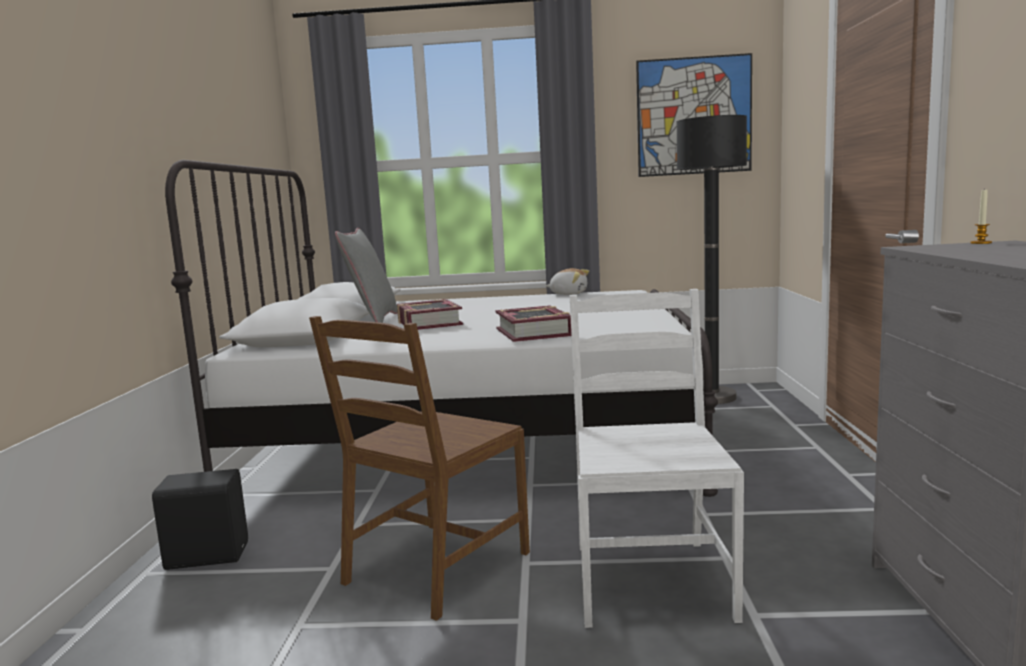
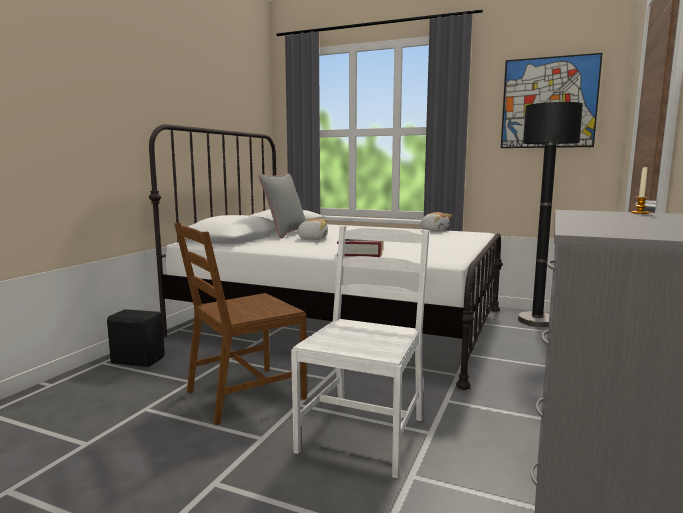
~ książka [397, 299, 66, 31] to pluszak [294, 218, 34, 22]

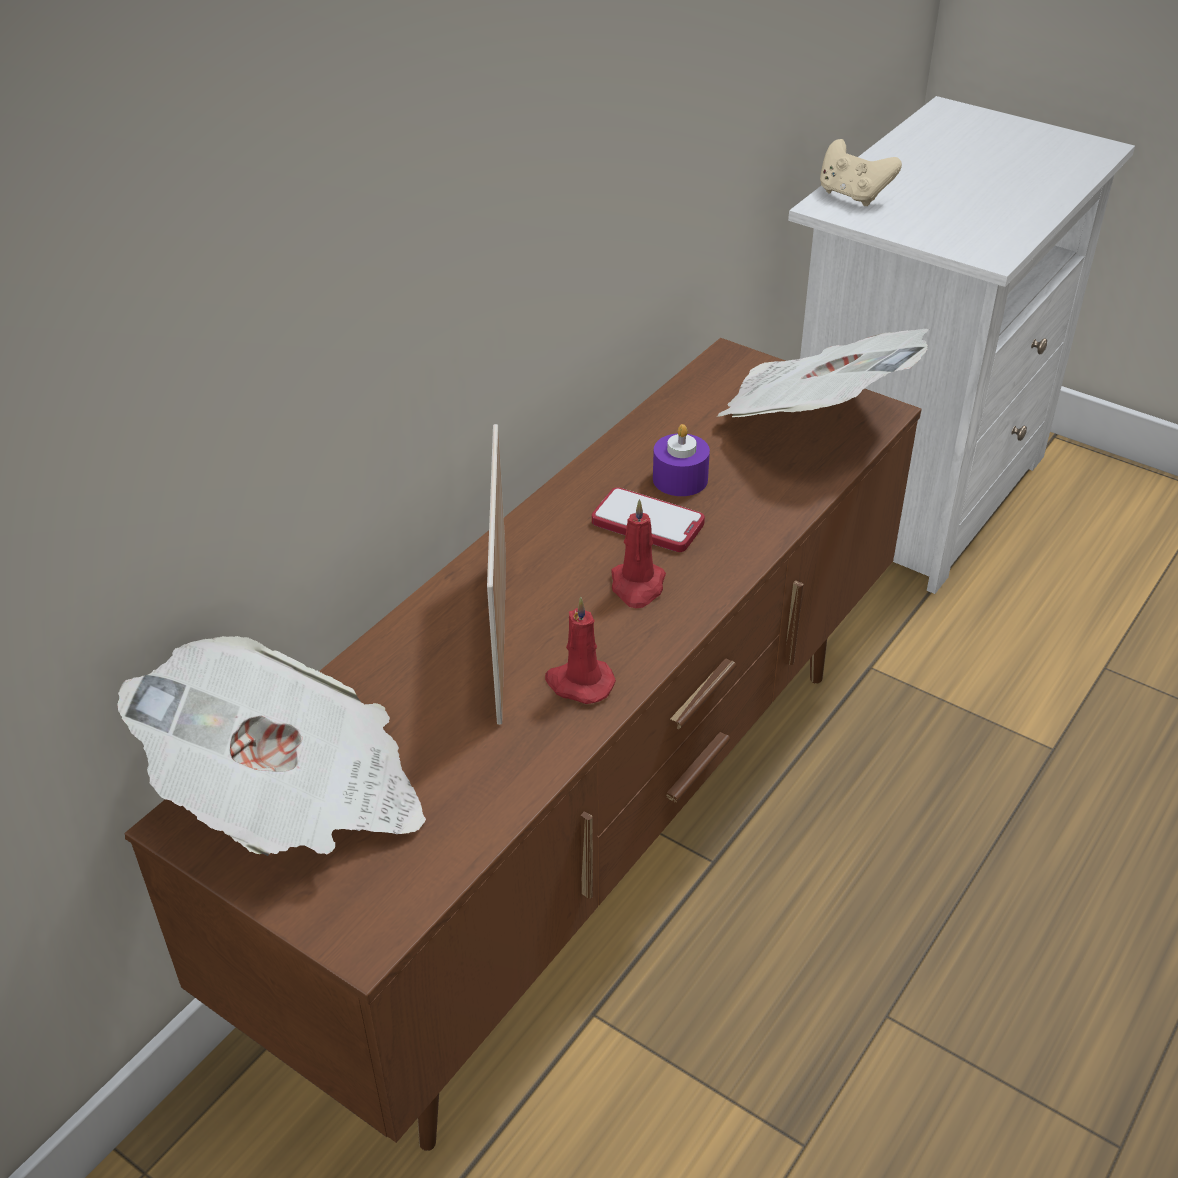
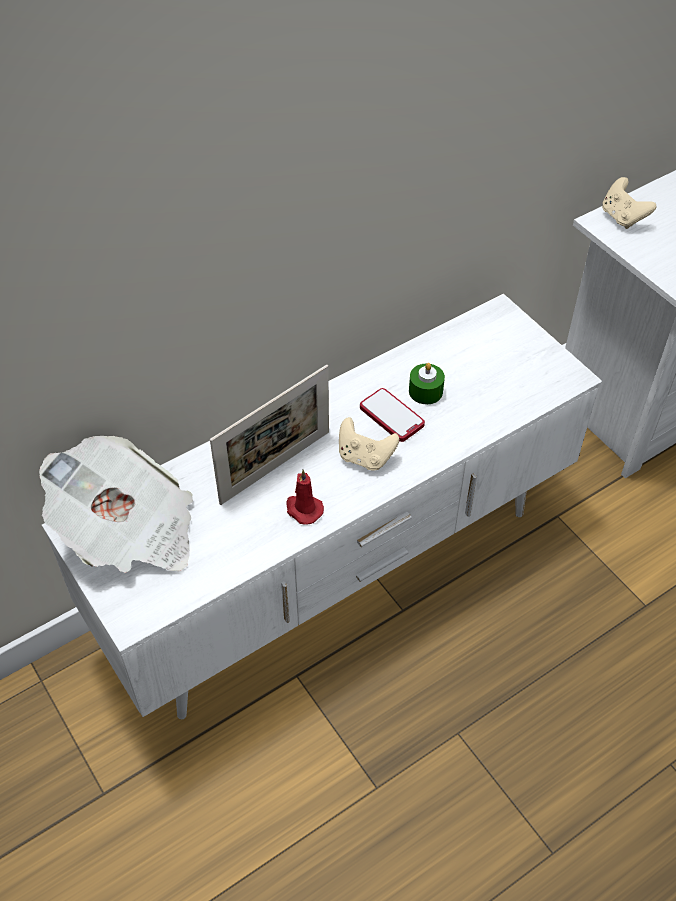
- gazeta [718, 329, 212, 88]
~ świeca/czerwony [611, 499, 55, 109] to pad do gier/beżowy [339, 417, 60, 53]
~ szafka pod telewizor/brązowy [124, 338, 798, 813] to szafka pod telewizor/biały [42, 293, 560, 426]
~ świeca/fioletowy [653, 424, 57, 72] to świeca/zielony [409, 363, 36, 41]
~ ramka na zdjęcie [487, 424, 19, 301] = [210, 365, 119, 140] 150 degrees counterclockwise

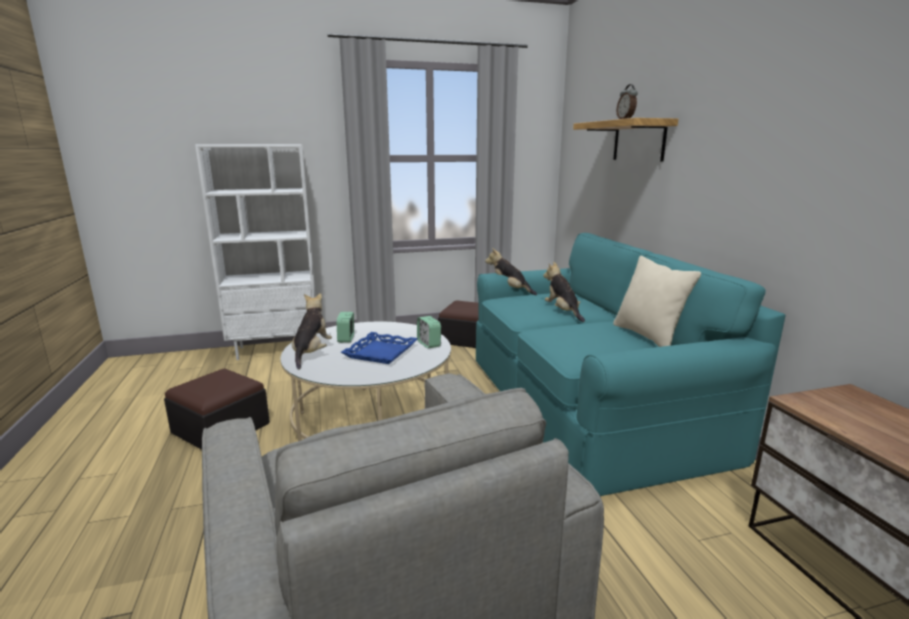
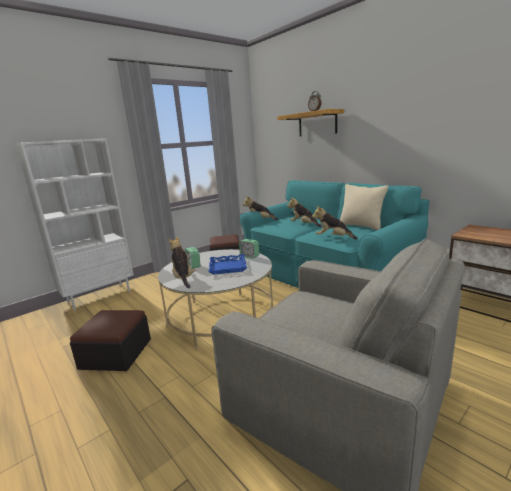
+ pluszak [312, 206, 46, 33]

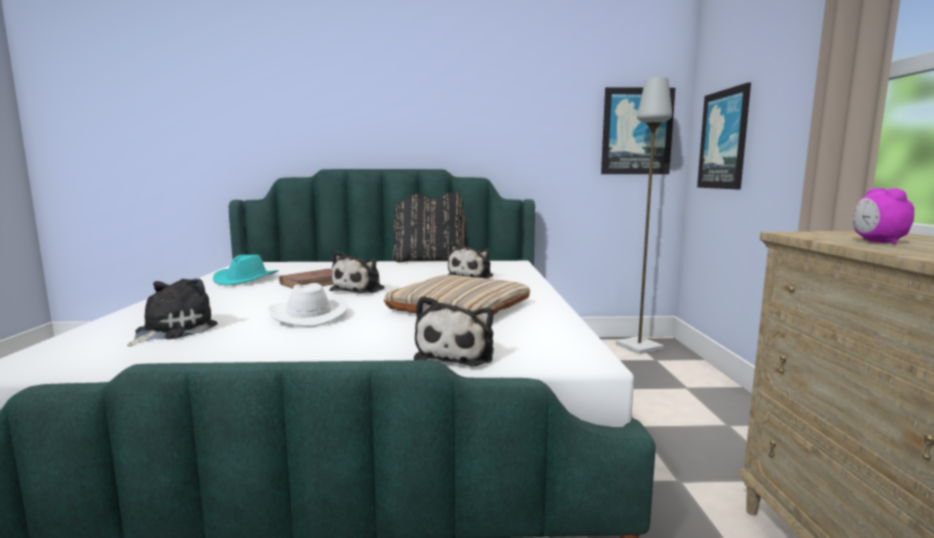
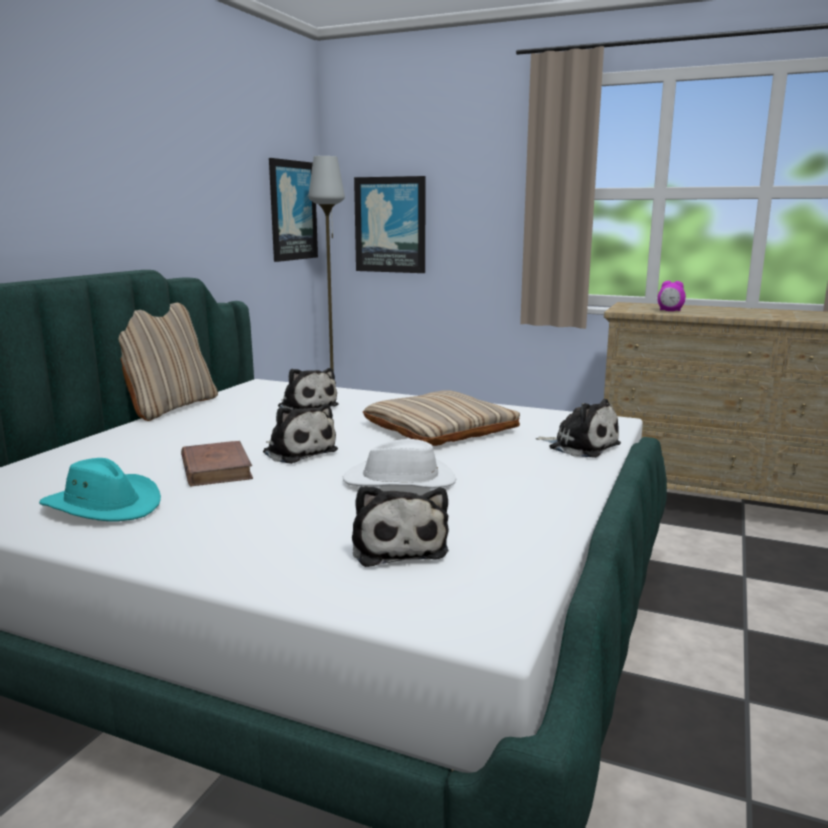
~ poduszka/czarny [393, 192, 72, 70] to poduszka/beżowy [119, 303, 99, 118]
~ pluszak [127, 278, 91, 68] = [352, 485, 97, 82] 150 degrees counterclockwise

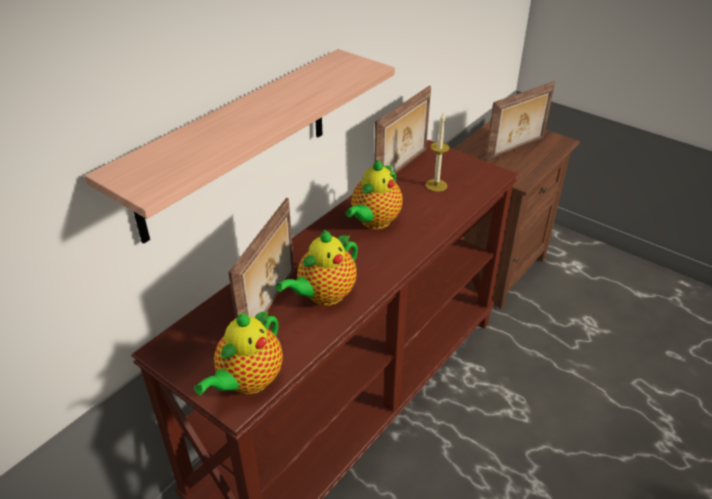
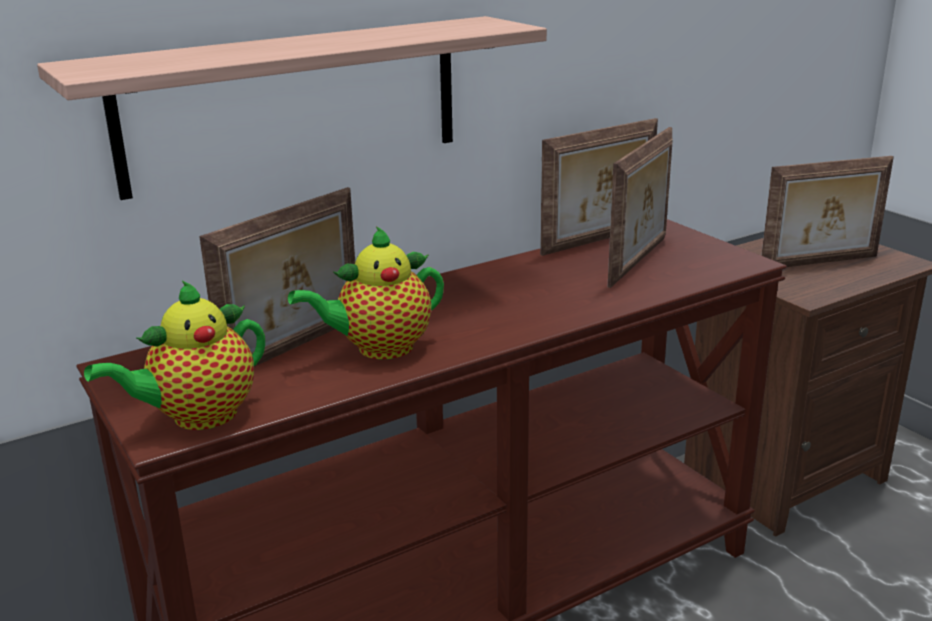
- imbryk [345, 160, 58, 69]
~ świeca [426, 113, 24, 79] to ramka na zdjęcie [608, 127, 65, 161]

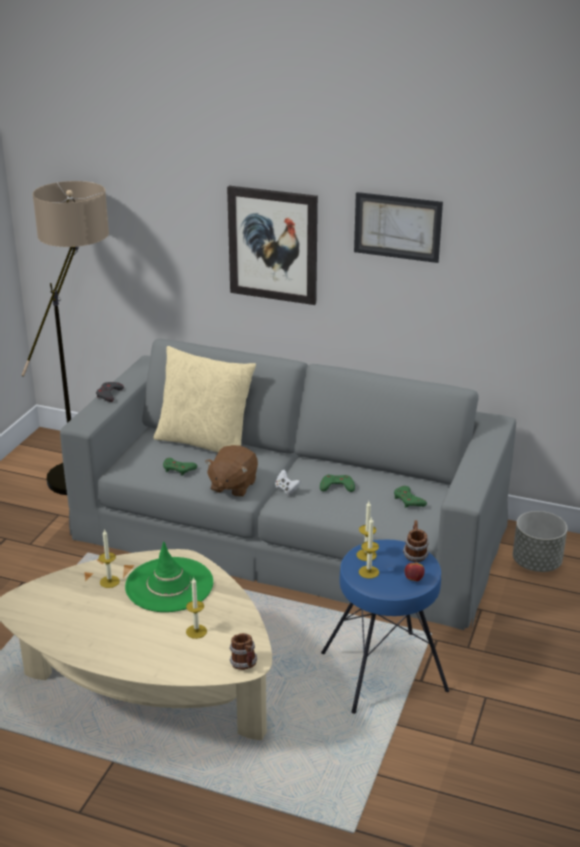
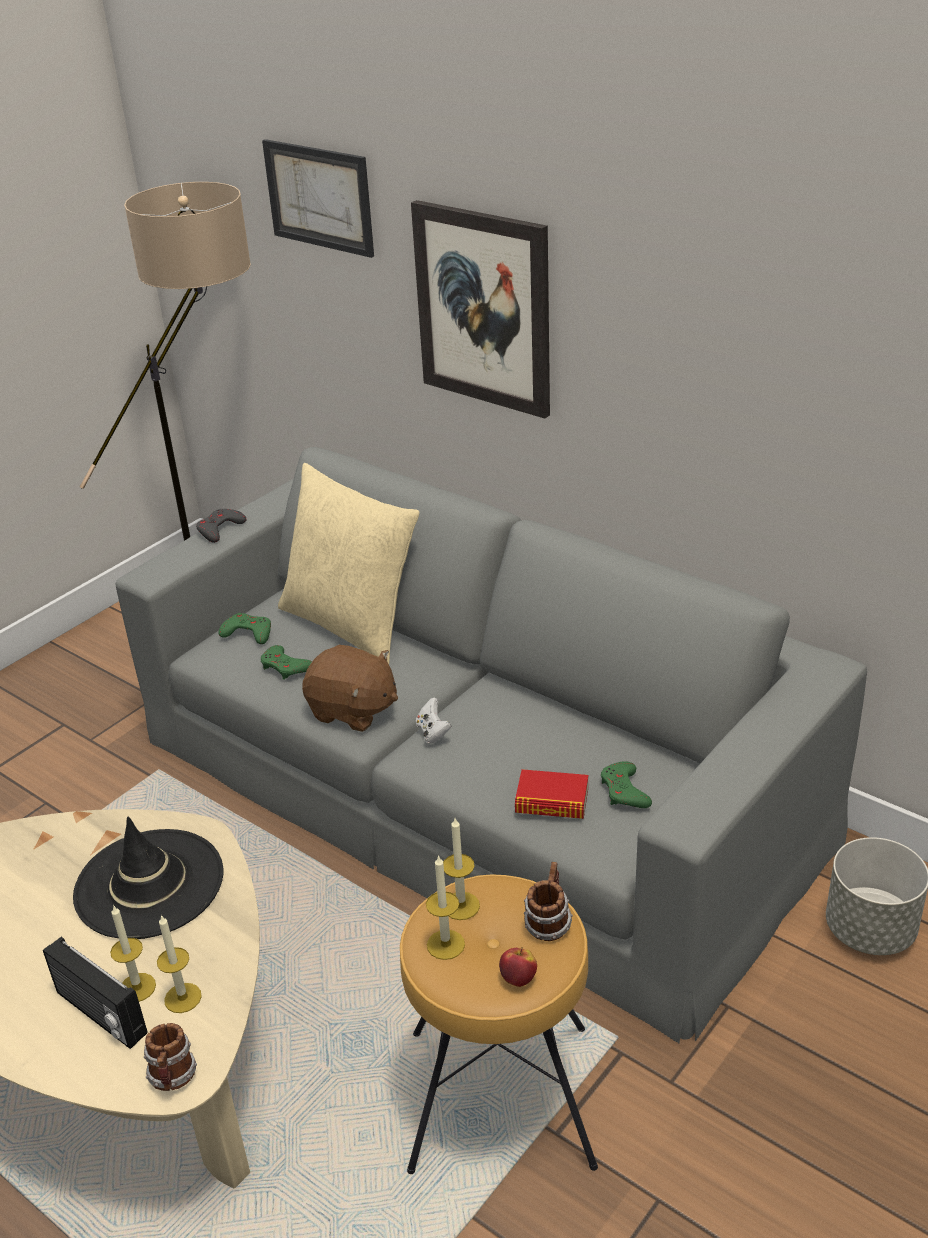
+ radio [43, 937, 105, 112]
+ książka [515, 769, 73, 50]
~ świeca [99, 529, 21, 59] to [157, 915, 45, 98]
~ pad do gier/zielony [320, 474, 35, 18] to [218, 613, 53, 31]
~ obraz [354, 192, 89, 71] to [262, 139, 112, 119]
~ kapelusz/zielony [125, 541, 88, 71] to kapelusz/czarny [73, 816, 150, 123]
~ stołek/niebieski [321, 539, 128, 175] to stołek/brązowy [400, 874, 198, 300]
~ pluszak/brązowy [205, 445, 53, 52] = [302, 645, 96, 87] 105 degrees counterclockwise

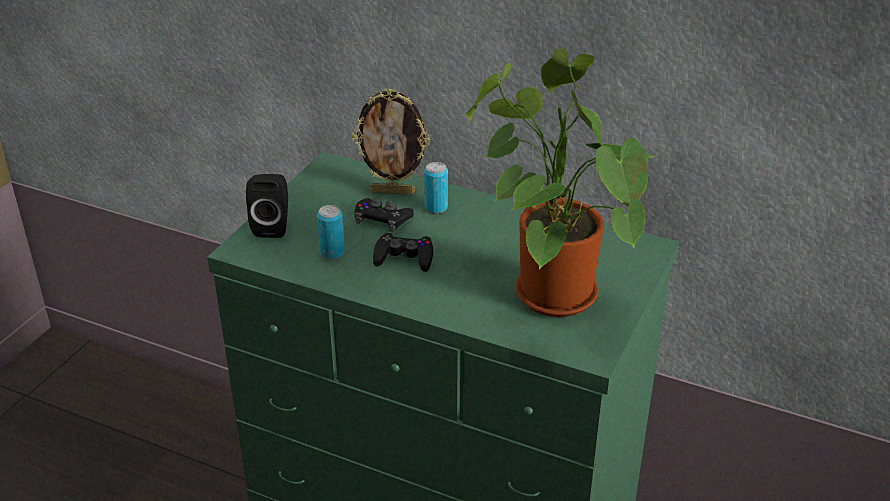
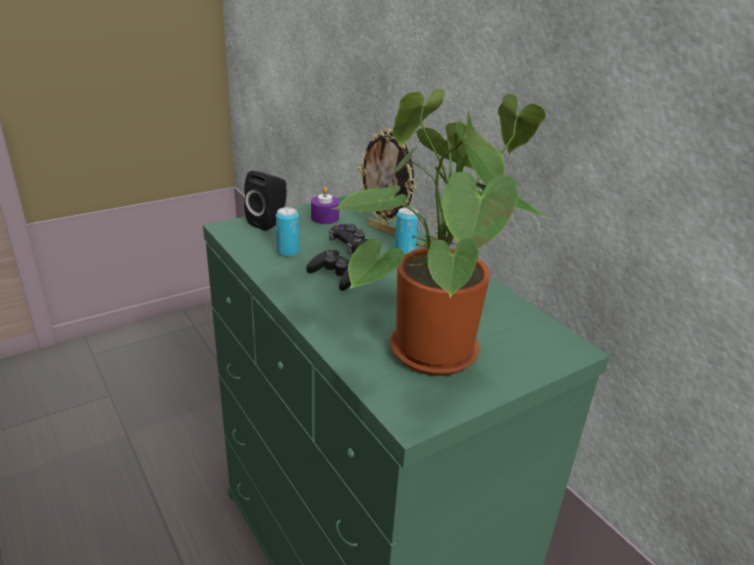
+ świeca/fioletowy [311, 186, 28, 38]

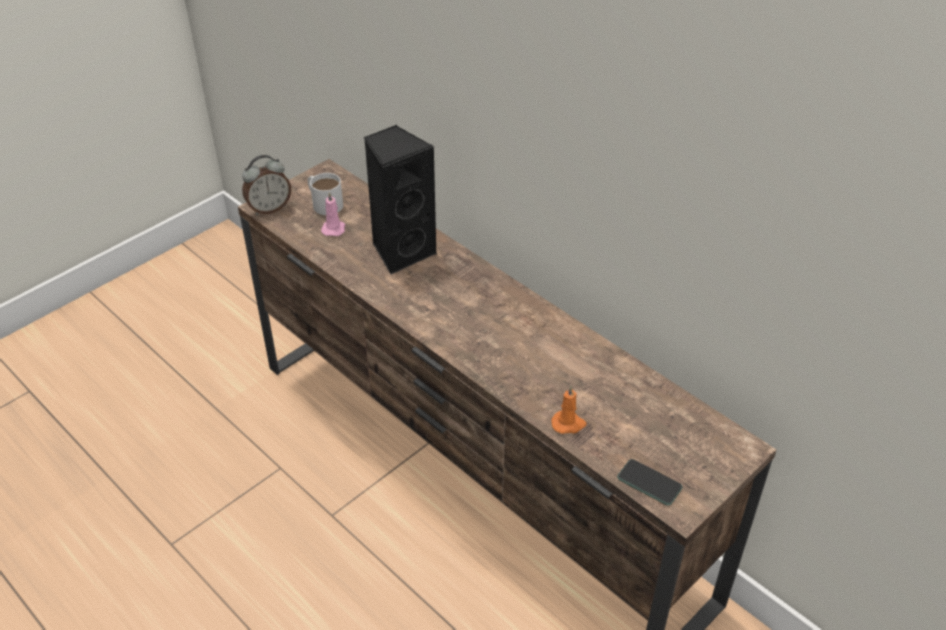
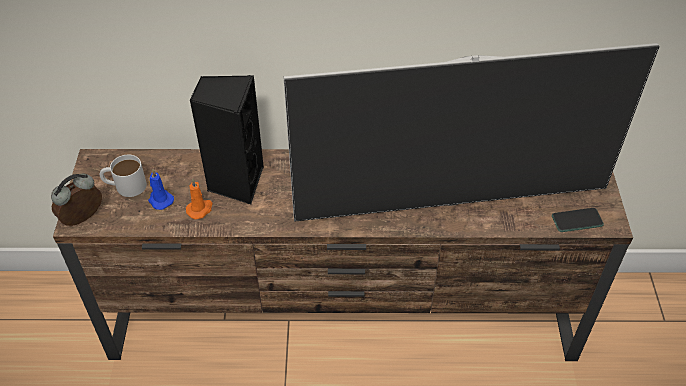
+ telewizor [283, 43, 377, 178]
~ świeca/pomarańczowy [551, 386, 36, 48] to [186, 179, 27, 40]
~ świeca/różowy [321, 191, 24, 45] to świeca/niebieski [148, 170, 26, 40]
~ budzik [242, 155, 49, 60] = [51, 174, 51, 52] 150 degrees counterclockwise

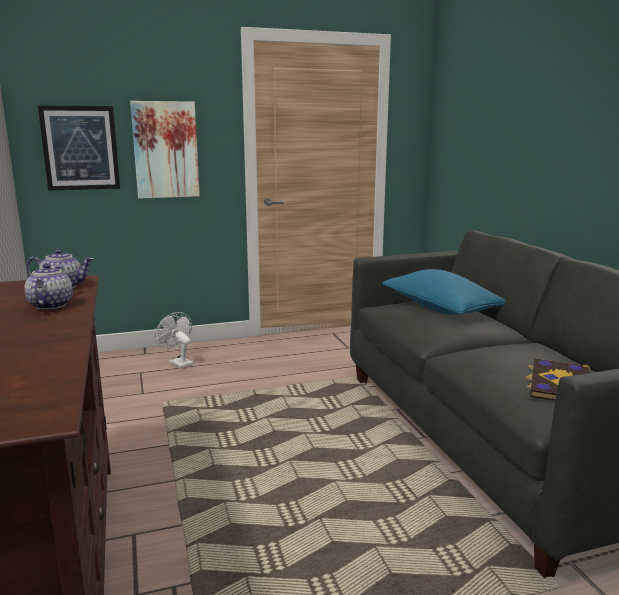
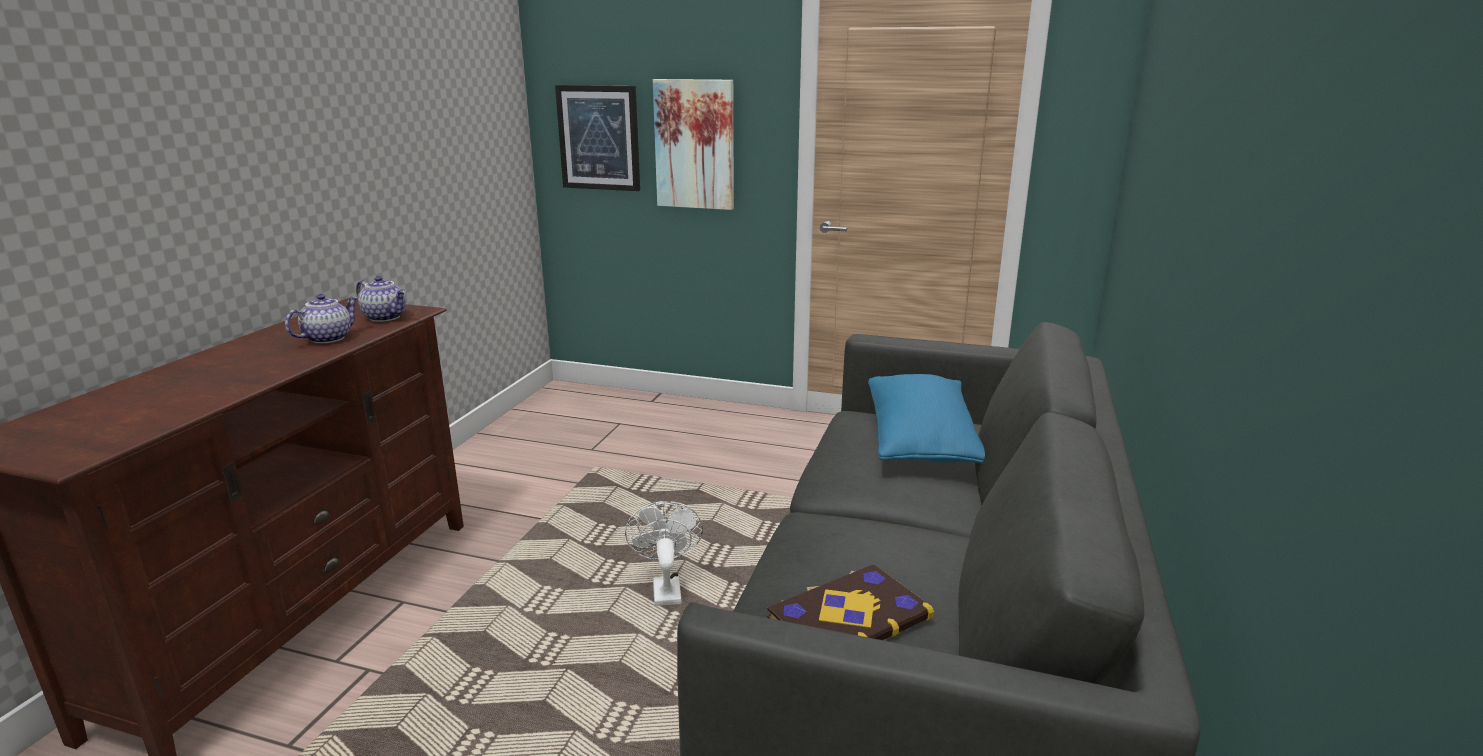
~ wentylator/biały [155, 312, 38, 57] to [625, 501, 78, 105]

